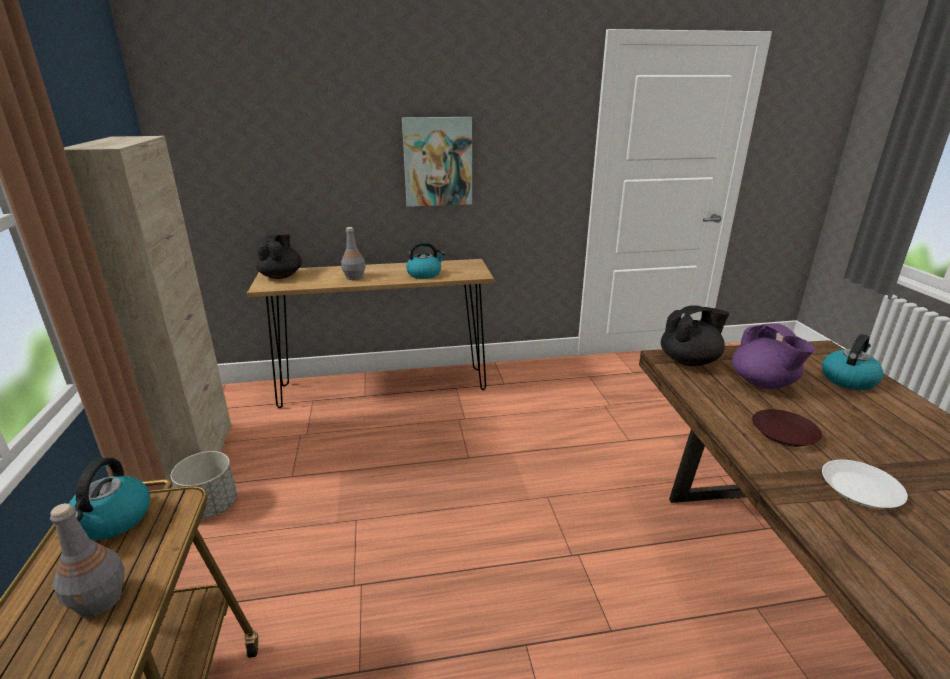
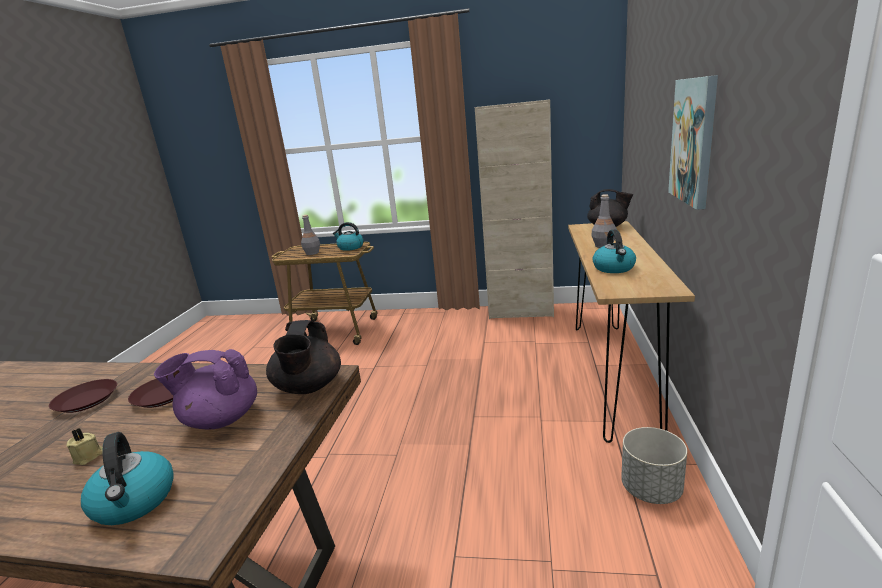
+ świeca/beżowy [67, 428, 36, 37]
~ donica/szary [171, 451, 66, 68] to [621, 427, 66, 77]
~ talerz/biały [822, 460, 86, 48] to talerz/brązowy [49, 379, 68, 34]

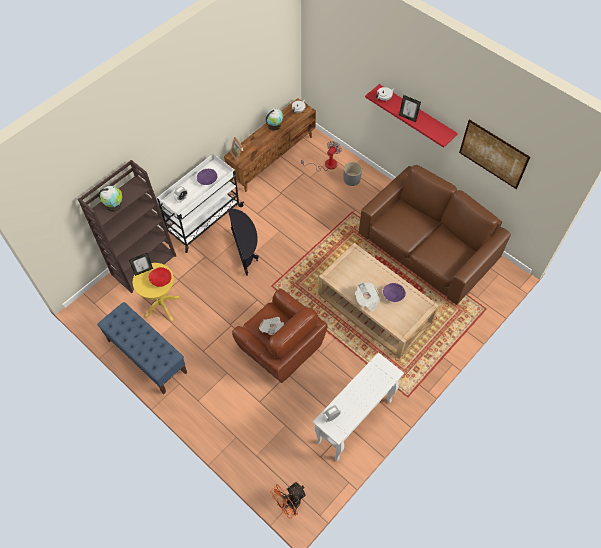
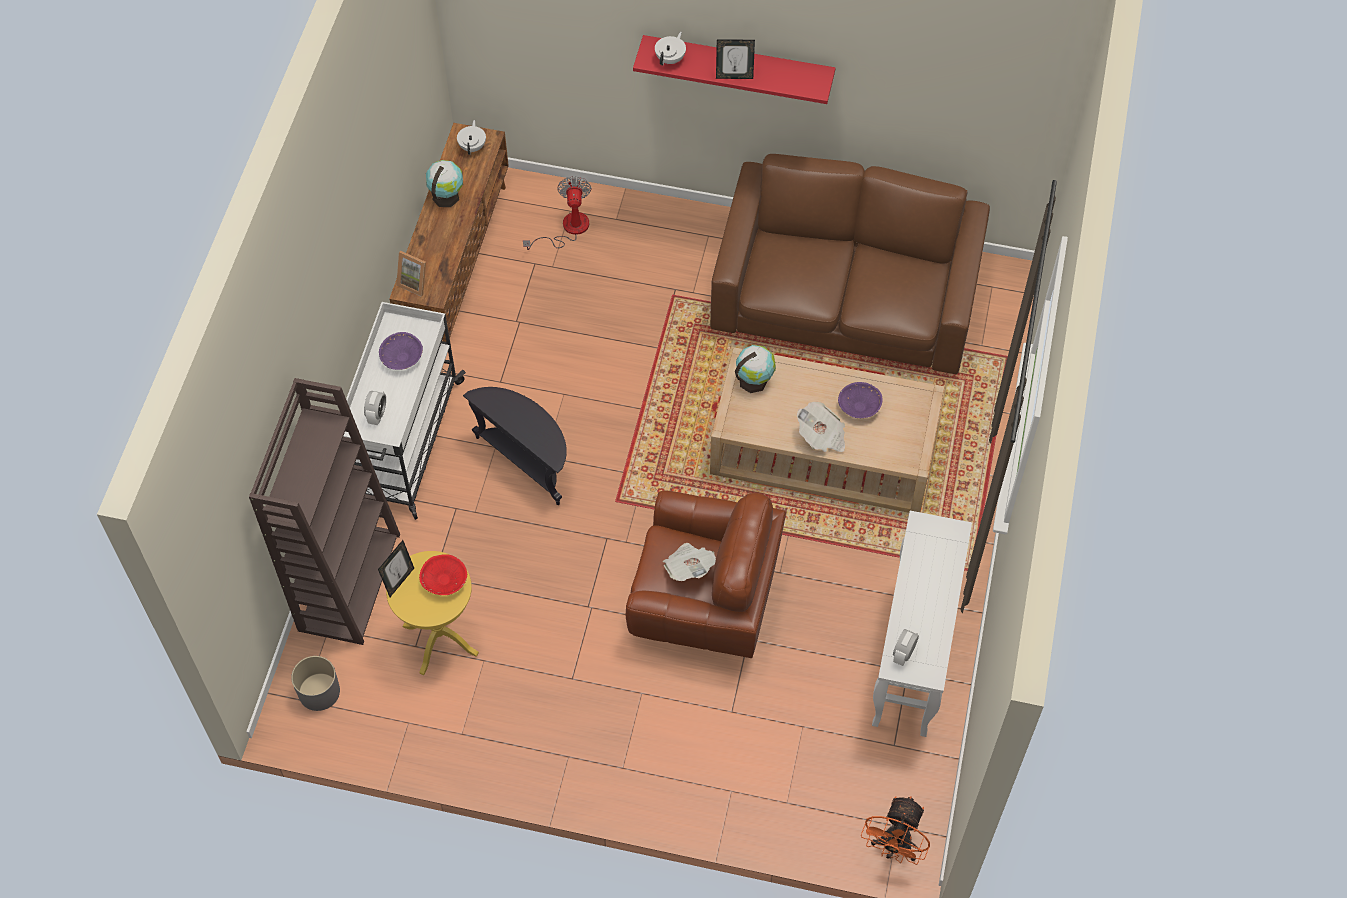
- ławka/niebieski [97, 302, 90, 92]
- obraz [459, 119, 71, 70]
~ globus [99, 186, 23, 26] to [735, 345, 41, 48]
~ donica/szary [343, 162, 19, 24] to [291, 656, 49, 55]

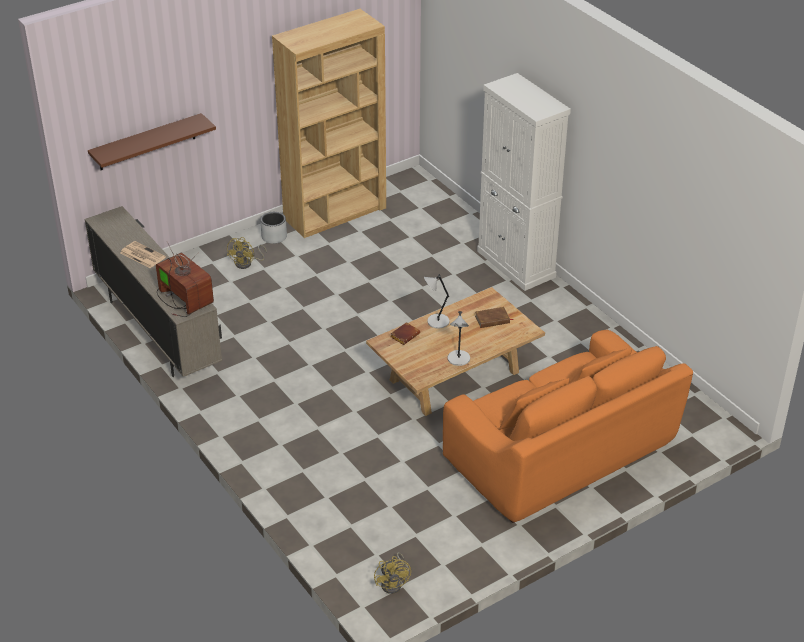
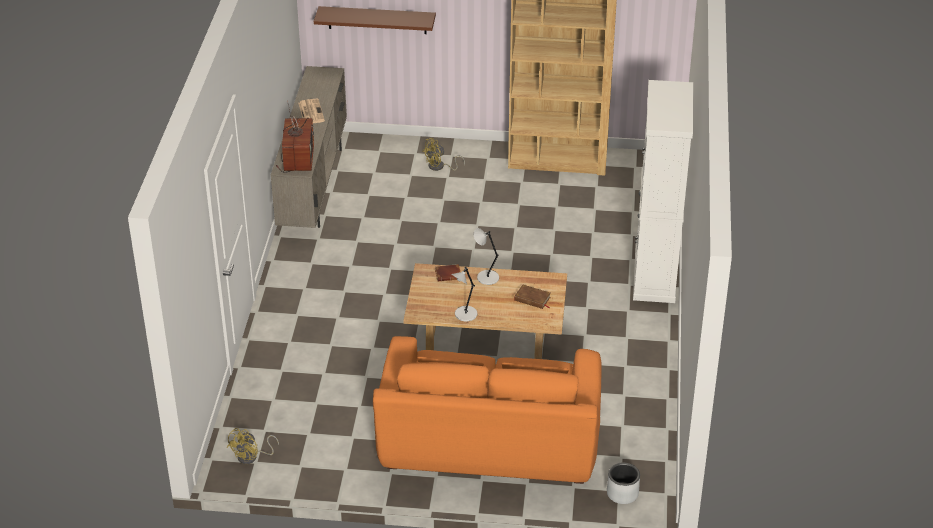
~ donica/szary [260, 212, 27, 32] to [607, 463, 33, 41]

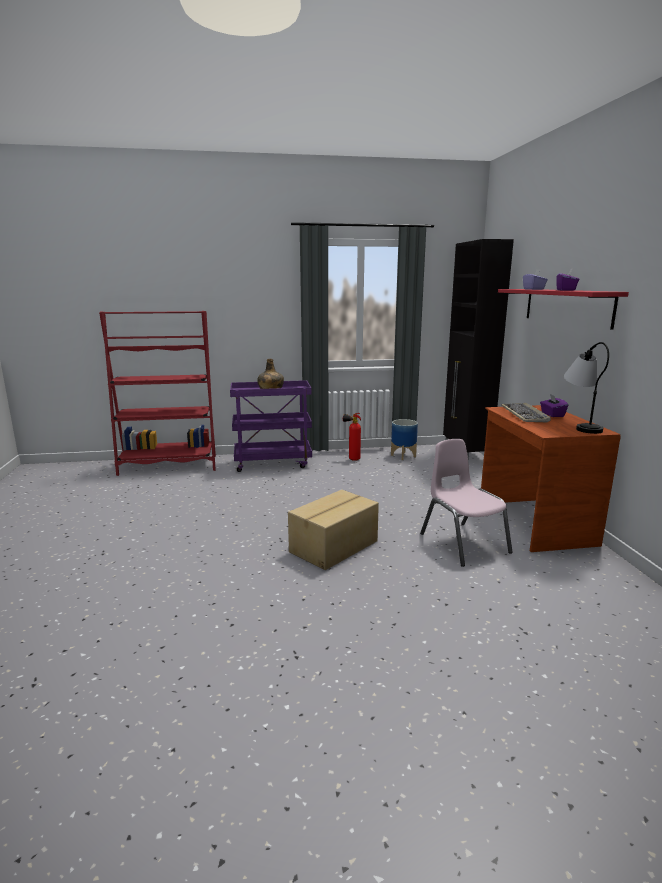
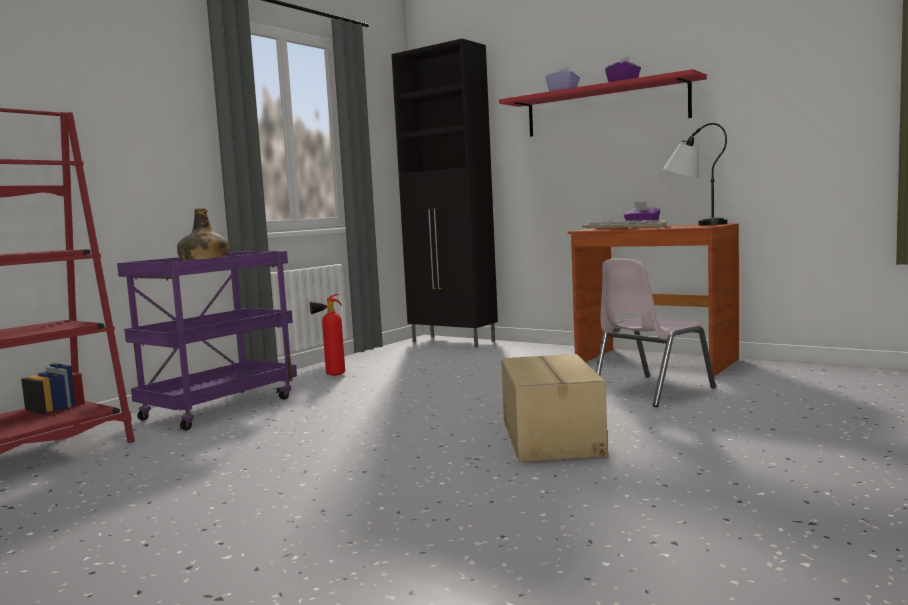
- donica [391, 419, 27, 41]
~ krzesło/różowy [420, 439, 93, 128] = [596, 258, 120, 149] 60 degrees counterclockwise

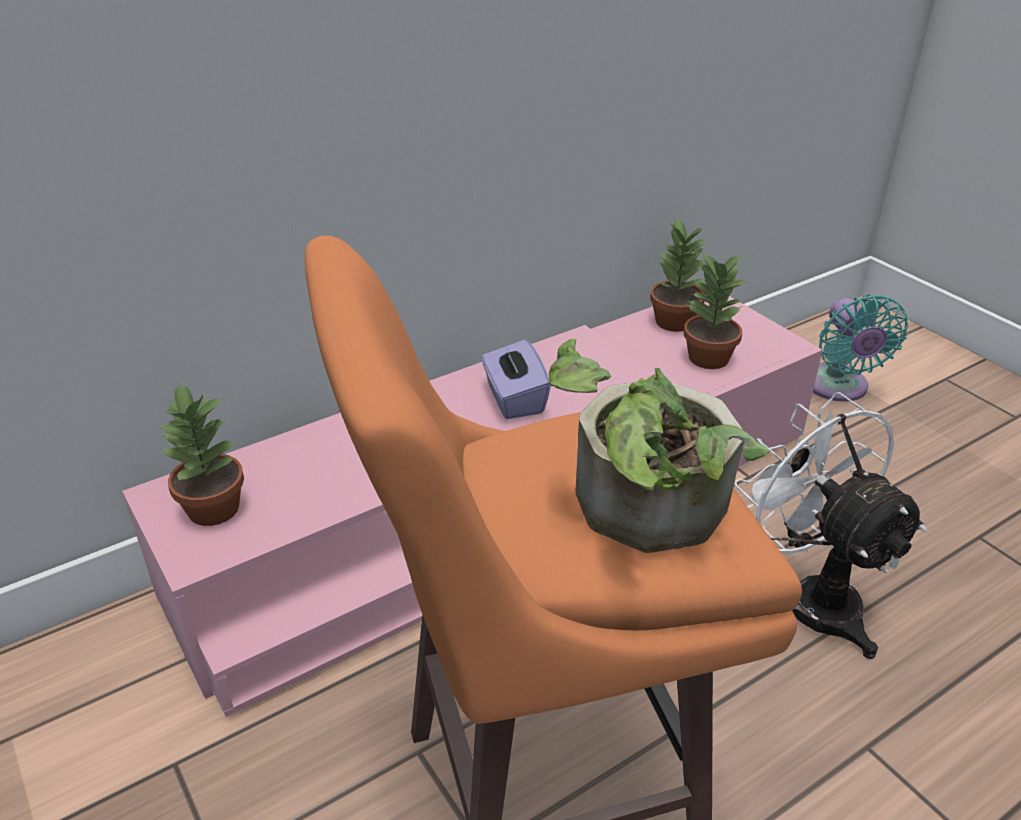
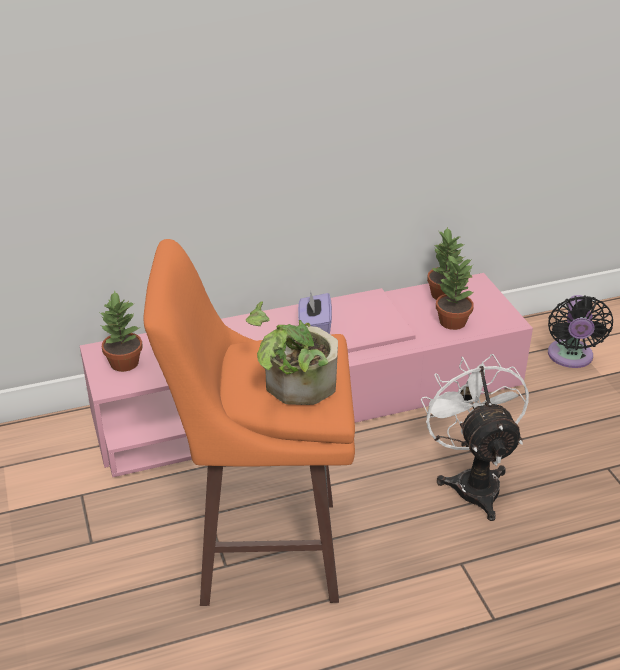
~ wentylator/turkusowy [813, 294, 96, 108] to wentylator/czarny [548, 295, 65, 73]

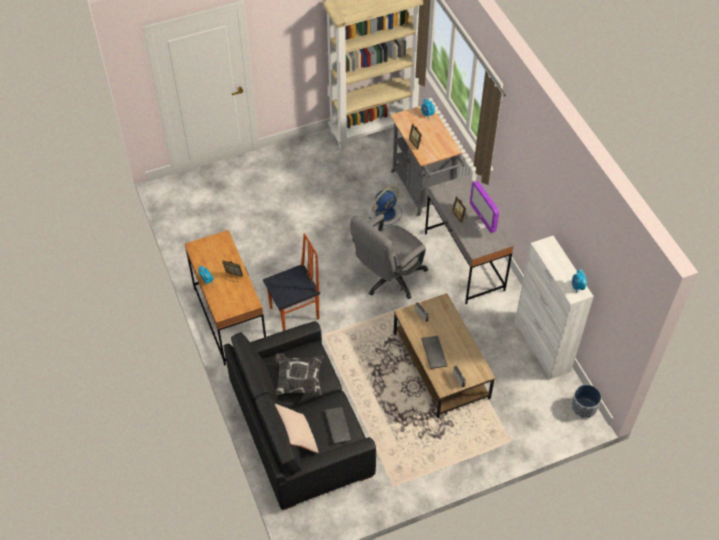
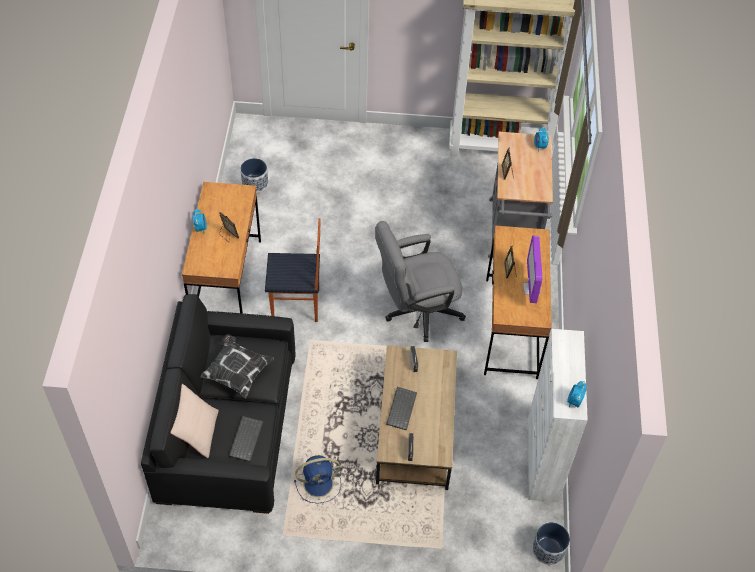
+ donica [240, 158, 28, 35]
~ wentylator/niebieski [369, 187, 33, 39] to [294, 455, 47, 48]
~ biurko/szary [425, 175, 89, 129] to biurko/brązowy [484, 226, 67, 153]

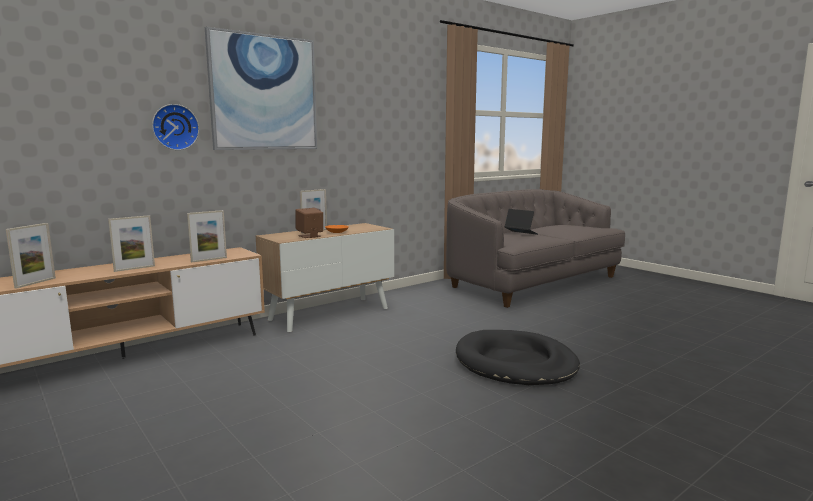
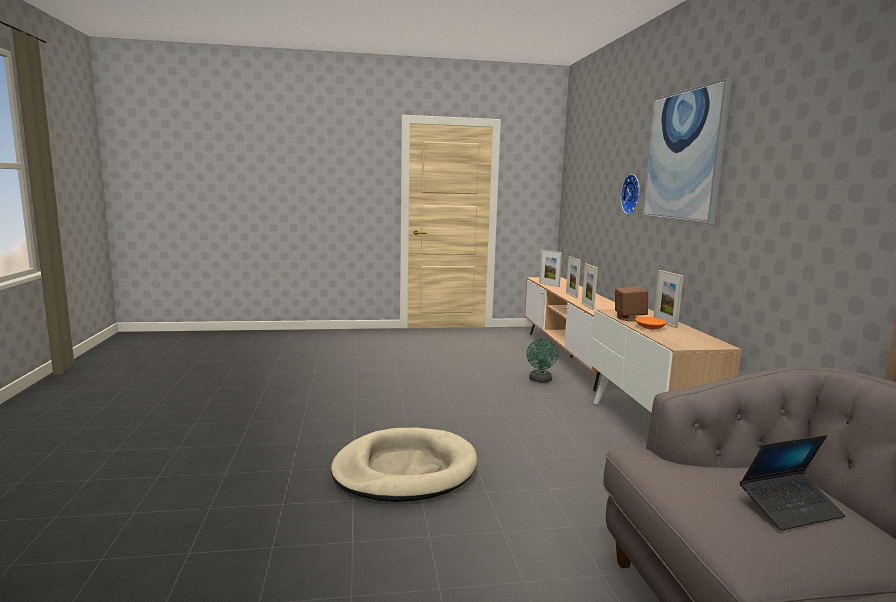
+ wentylator/zielony [526, 339, 32, 44]
~ legowisko/czarny [456, 330, 124, 55] to legowisko/beżowy [331, 428, 146, 74]

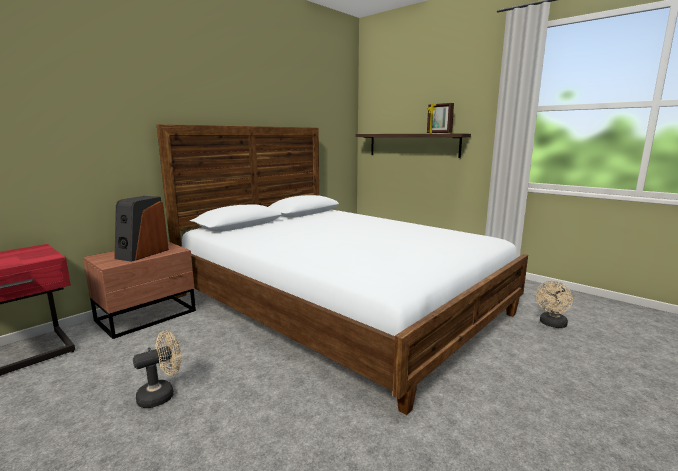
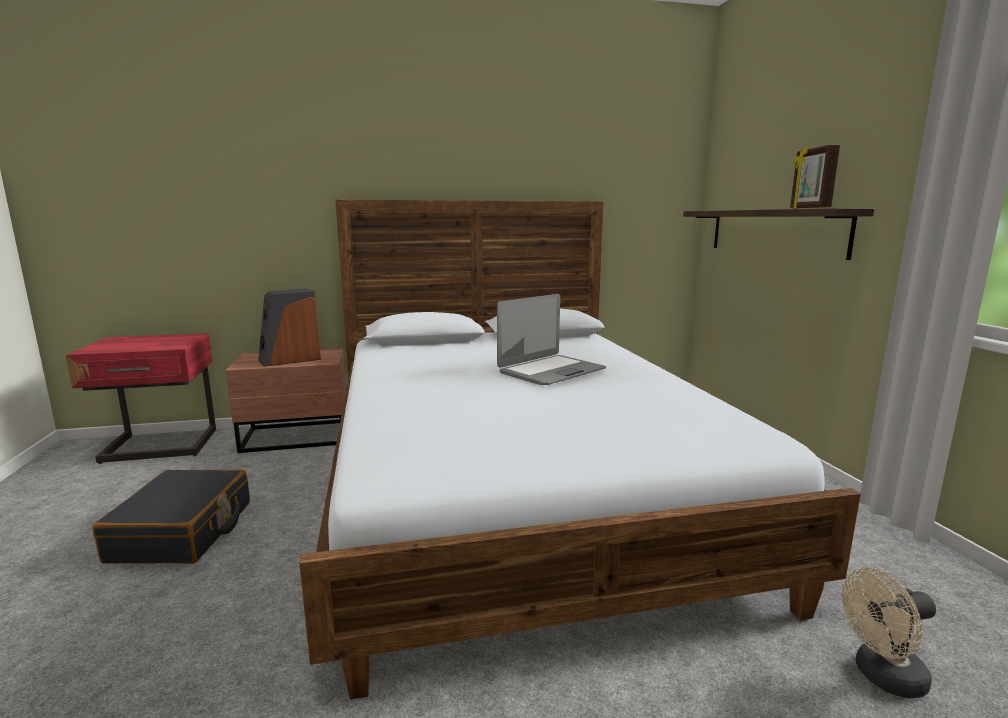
+ laptop [497, 294, 109, 91]
~ wentylator/beżowy [133, 330, 48, 78] to walizka/czarny [92, 469, 158, 95]

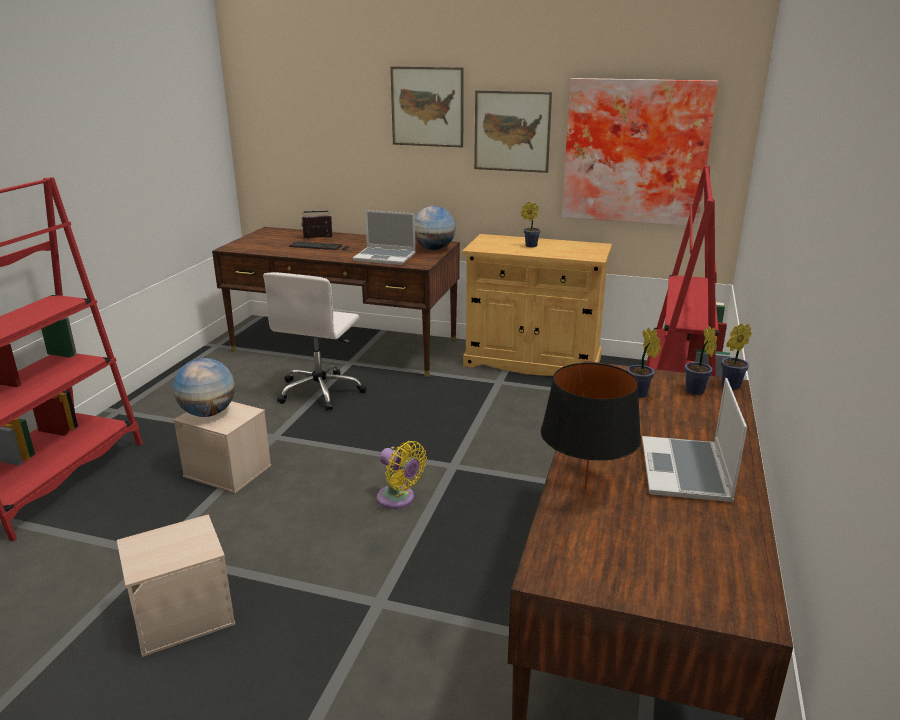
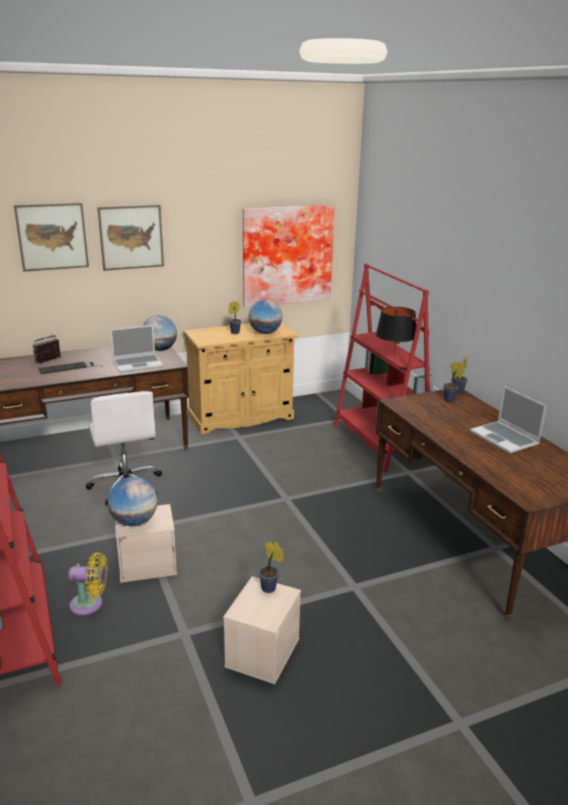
+ globus [249, 300, 33, 34]
~ wentylator/żółty [377, 441, 50, 68] to [68, 552, 40, 64]
~ obraz [474, 90, 78, 83] to [14, 203, 75, 69]
~ lampa stołowa/czarny [541, 363, 100, 126] to [376, 307, 40, 51]
~ roślina doniczkowa [627, 328, 34, 70] to [258, 541, 26, 52]

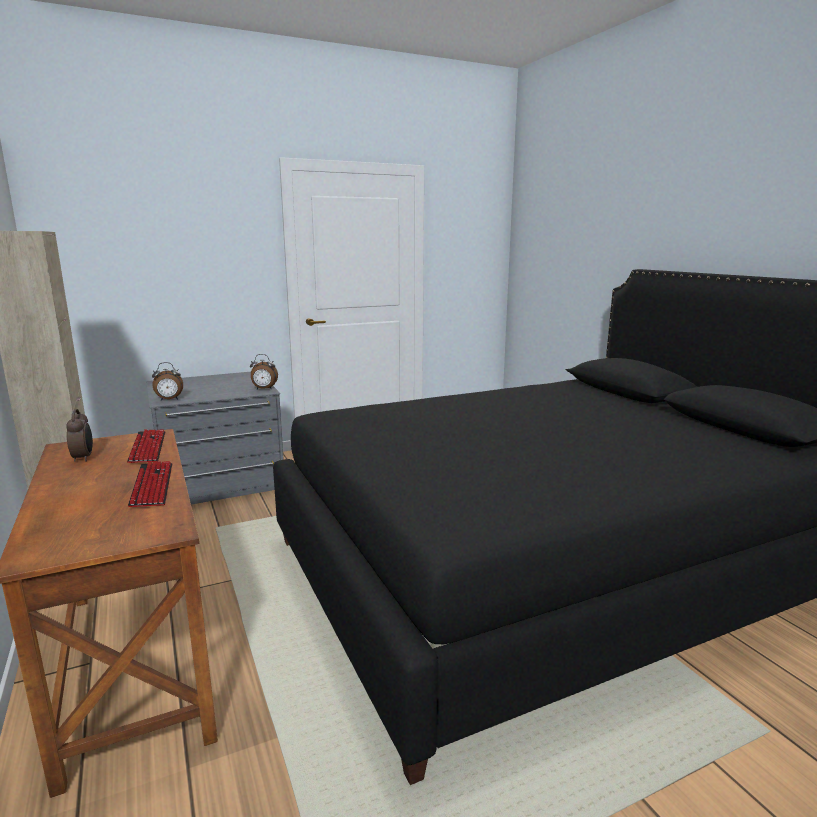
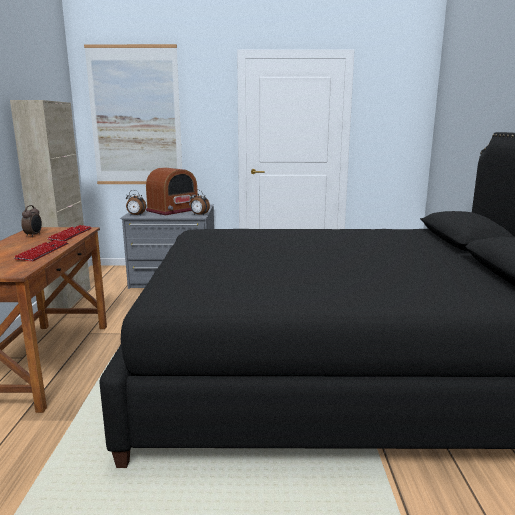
+ obraz [84, 44, 98, 140]
+ radio [146, 168, 52, 47]

